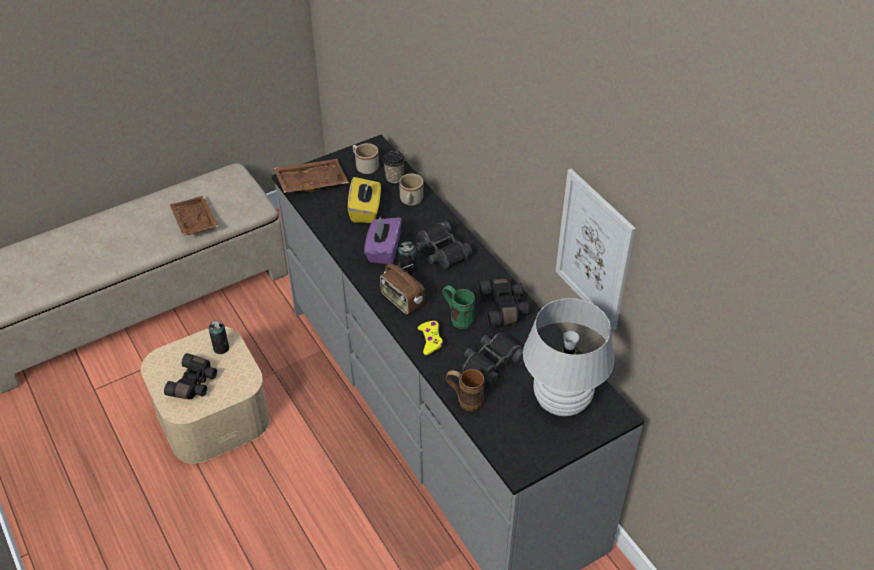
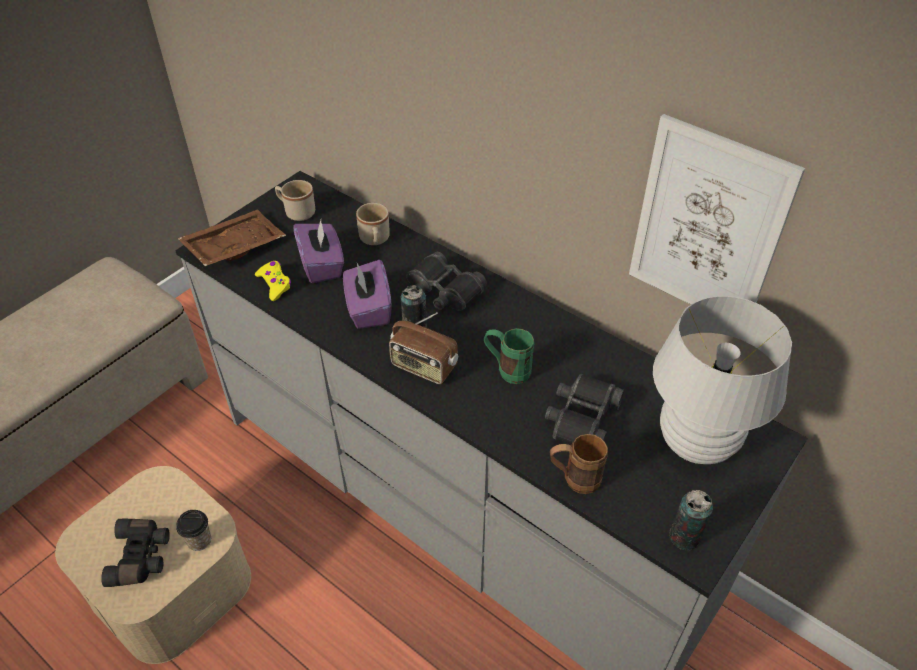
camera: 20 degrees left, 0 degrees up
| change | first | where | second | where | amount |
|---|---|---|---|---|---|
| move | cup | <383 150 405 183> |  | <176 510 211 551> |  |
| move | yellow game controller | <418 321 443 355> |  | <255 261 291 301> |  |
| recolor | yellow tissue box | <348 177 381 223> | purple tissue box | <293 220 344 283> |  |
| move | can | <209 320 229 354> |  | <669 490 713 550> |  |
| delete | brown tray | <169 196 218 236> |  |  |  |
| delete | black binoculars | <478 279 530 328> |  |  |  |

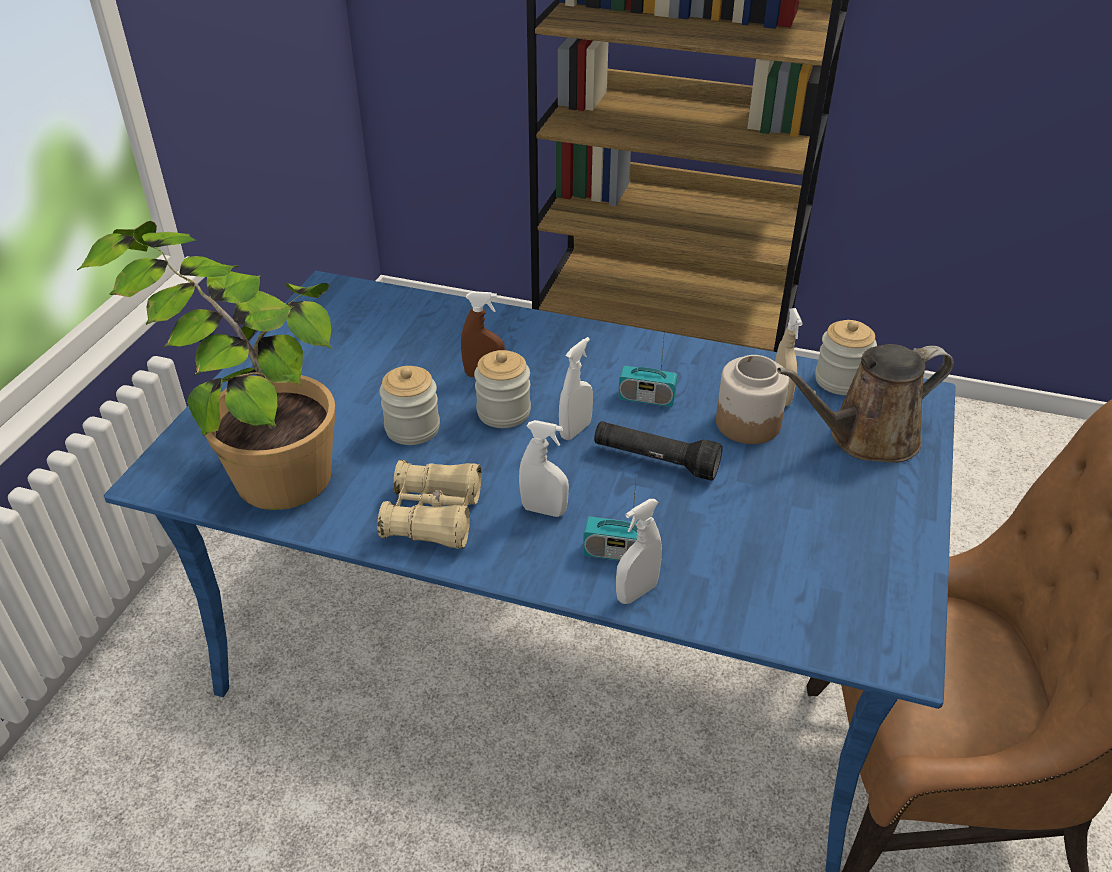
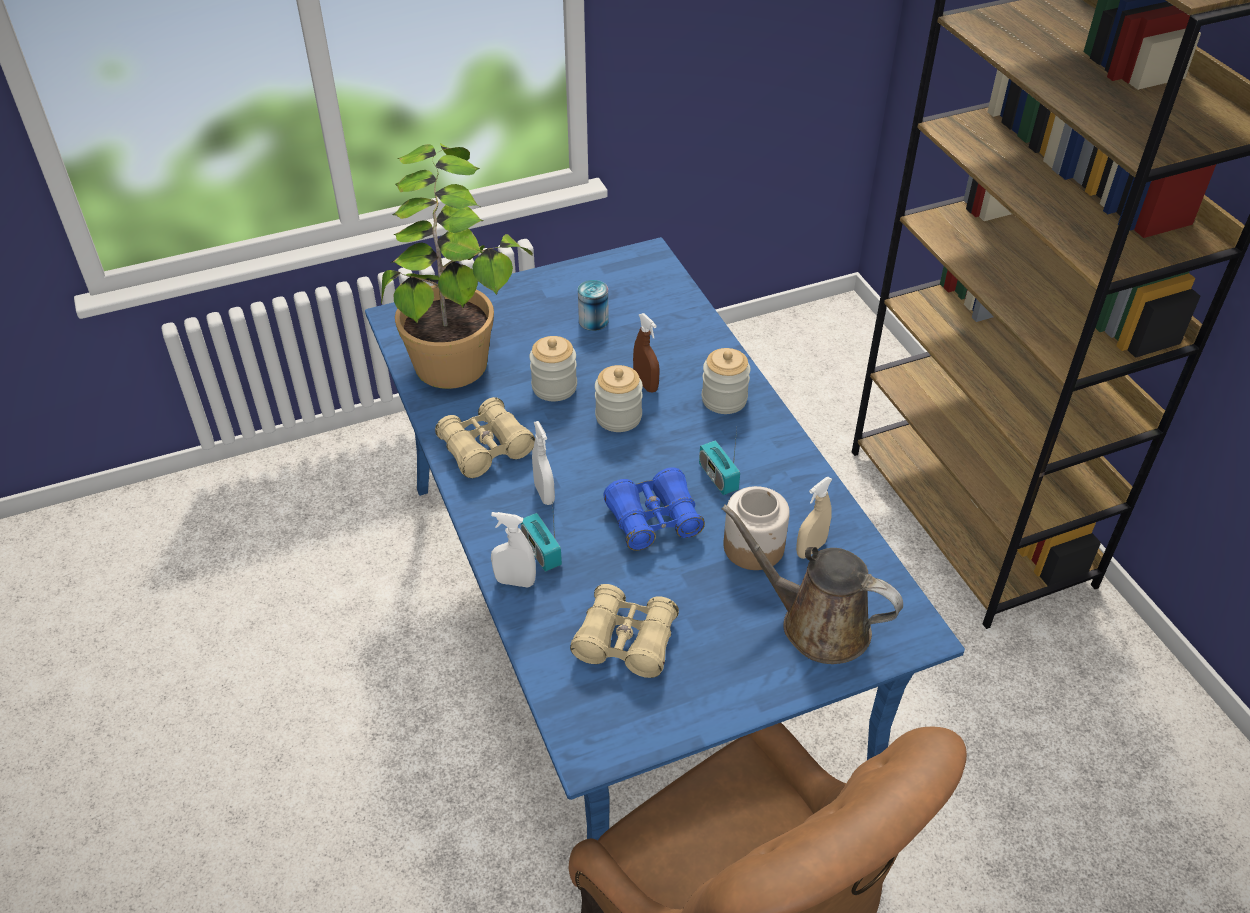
camera: 50 degrees right, 5 degrees up
| change | first | where | second | where | amount |
|---|---|---|---|---|---|
| insert |  |  | beige binoculars | <570 584 679 678> |  |
| insert |  |  | can | <578 280 609 331> |  |
| replace | black flashlight | <594 421 723 481> | blue binoculars | <603 467 705 551> |  |
| move | jar | <815 320 877 395> |  | <702 348 751 414> |  |
| delete | white spray bottle | <559 337 593 440> |  |  |  |

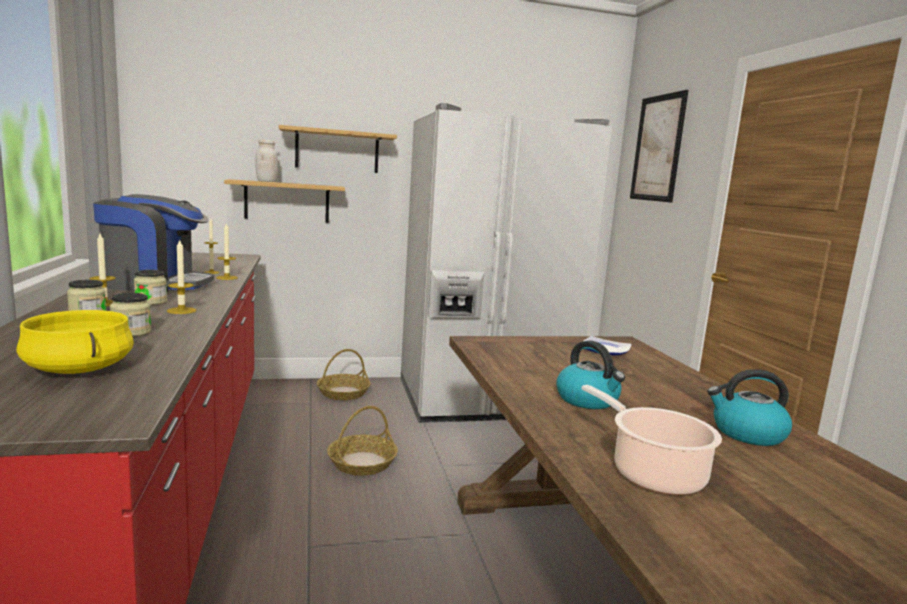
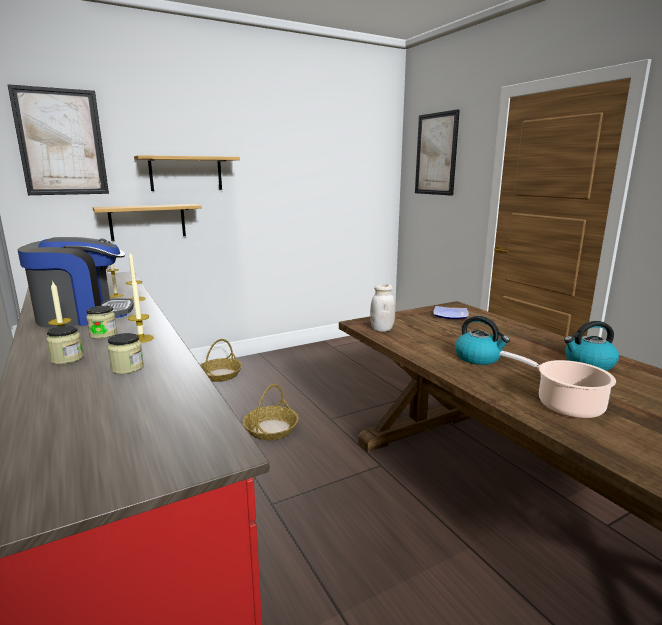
camera: 15 degrees left, 5 degrees up
| change | first | where | second | where | amount |
|---|---|---|---|---|---|
| insert |  |  | picture | <7 84 109 195> |  |
| move | white jar | <255 139 278 182> |  | <370 284 395 332> |  |
| delete | yellow cooking pot | <17 310 134 374> |  |  |  |
| delete | white fridge | <400 103 612 423> |  |  |  |

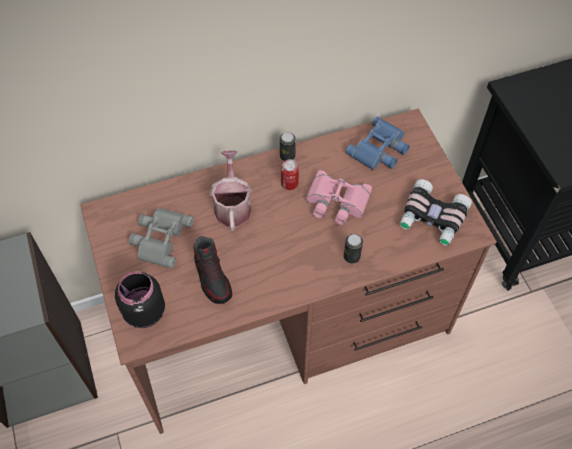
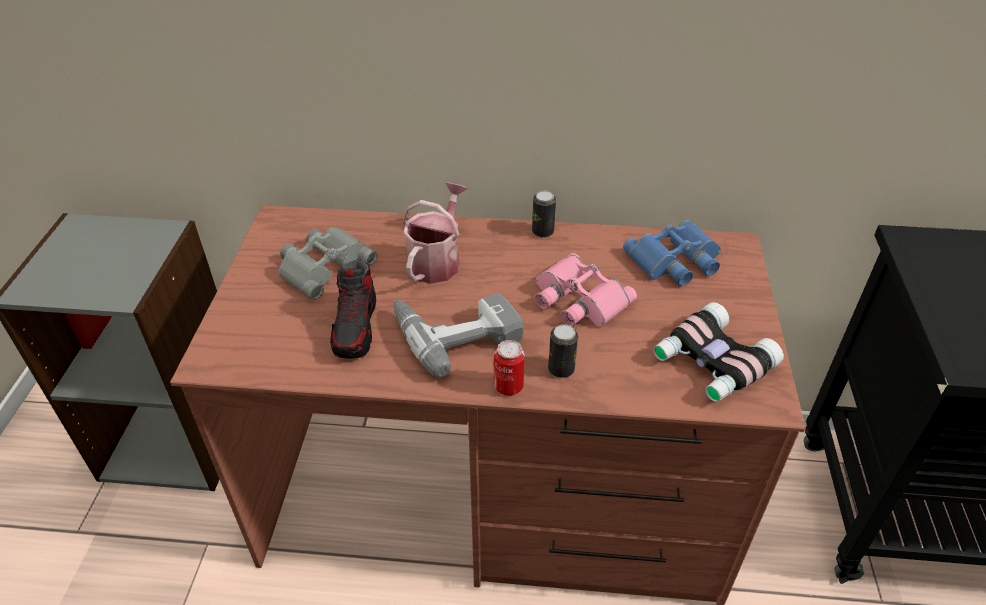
camera: 25 degrees right, 15 degrees down
| change | first | where | second | where | amount |
|---|---|---|---|---|---|
| insert |  |  | power drill | <394 293 524 378> |  |
| move | can | <281 159 299 190> |  | <494 340 525 395> |  |
| delete | black jar | <115 271 165 328> |  |  |  |

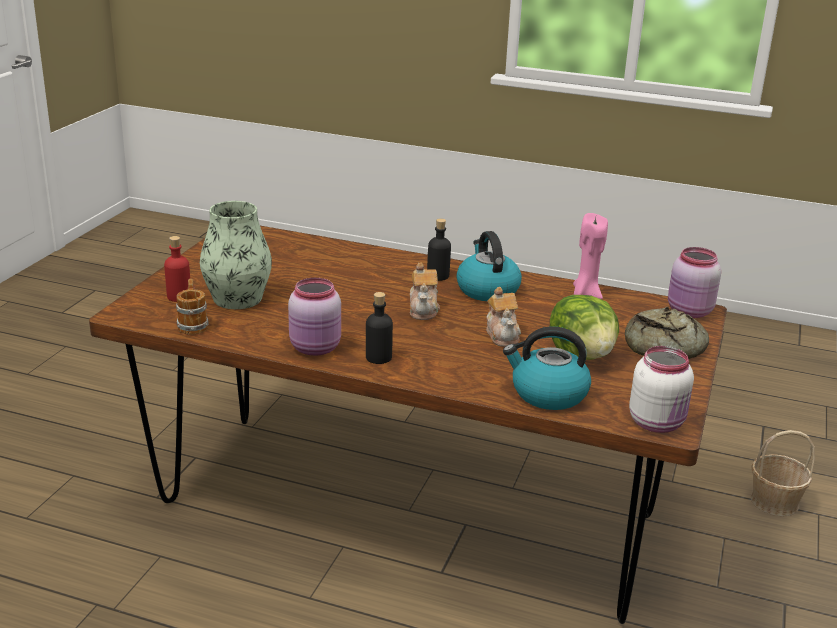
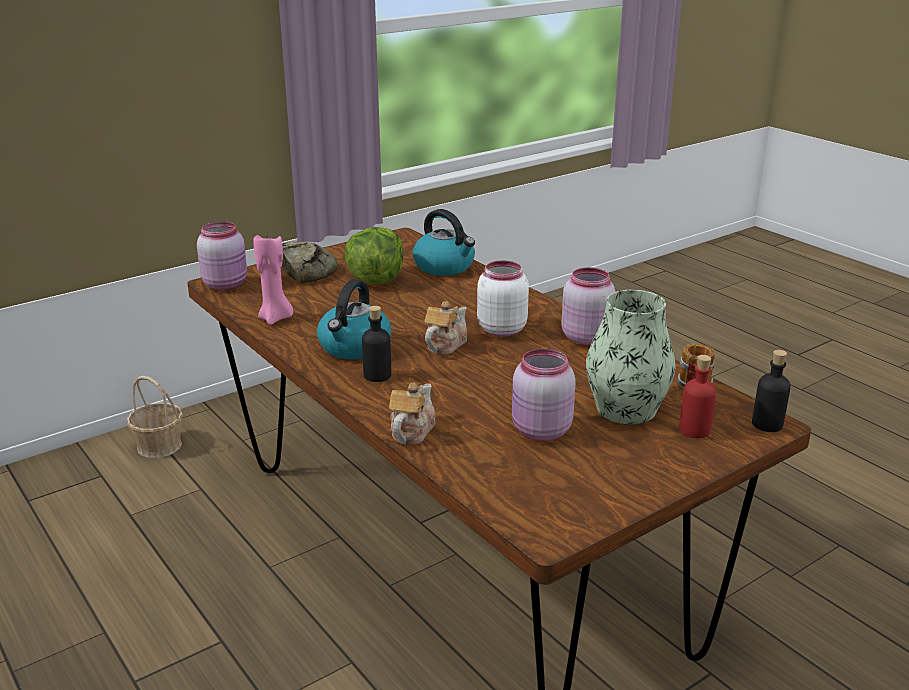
camera: 145 degrees left, 0 degrees up
| change | first | where | second | where | amount |
|---|---|---|---|---|---|
| move | teapot | <486 287 521 347> |  | <389 383 436 445> |  |
| move | white jar | <629 346 694 433> |  | <477 261 529 337> |  |
| insert |  |  | pink jar | <512 349 576 441> |  |
| move | black bottle | <366 292 393 364> |  | <752 350 791 432> |  |

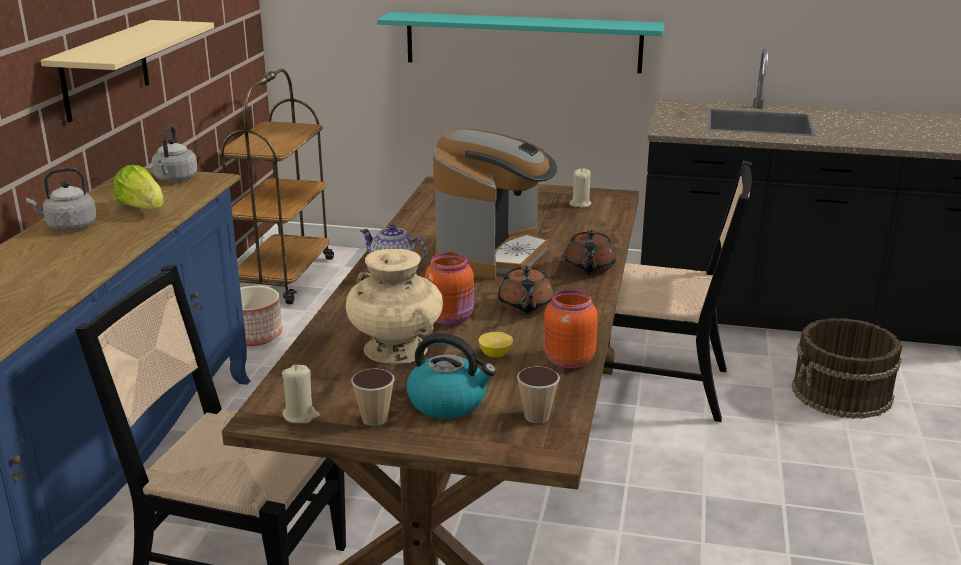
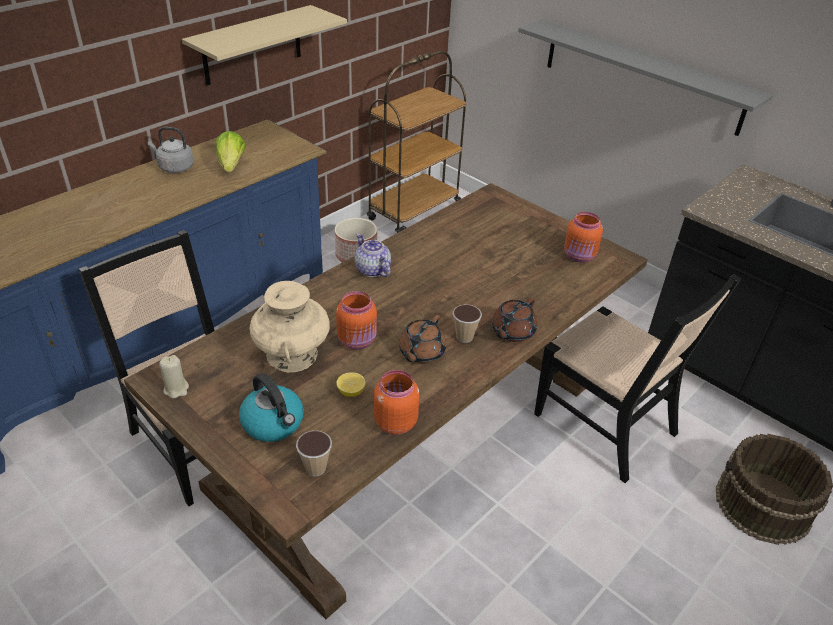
camera: 30 degrees right, 15 degrees up
| change | first | where | second | where | amount |
|---|---|---|---|---|---|
| move | cup | <351 368 394 426> |  | <453 305 482 343> |  |
| recolor | turquoise shelf | <377 12 665 73> | grey shelf | <518 20 773 136> |  |
| replace | beige candle | <570 169 591 208> | orange jar | <564 212 603 262> |  |
| delete | grey kettle | <152 125 198 182> |  |  |  |
| delete | coffee machine | <433 129 557 279> |  |  |  |

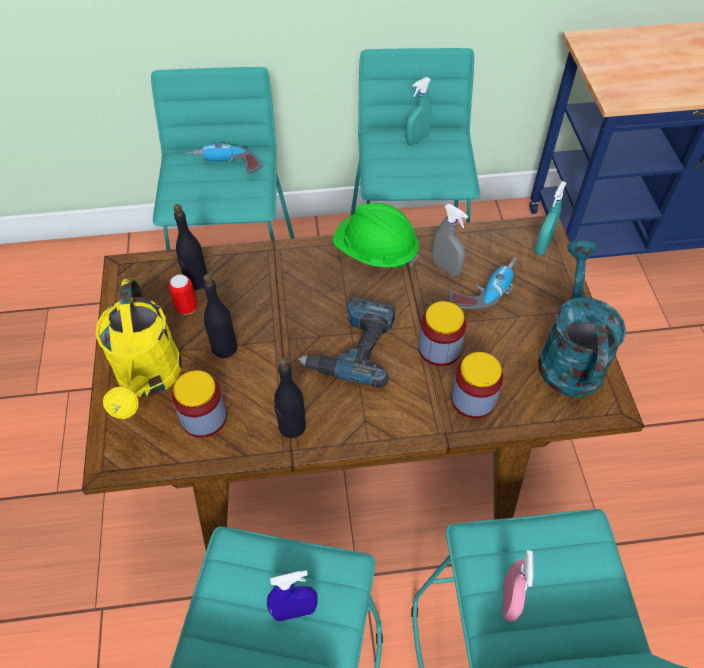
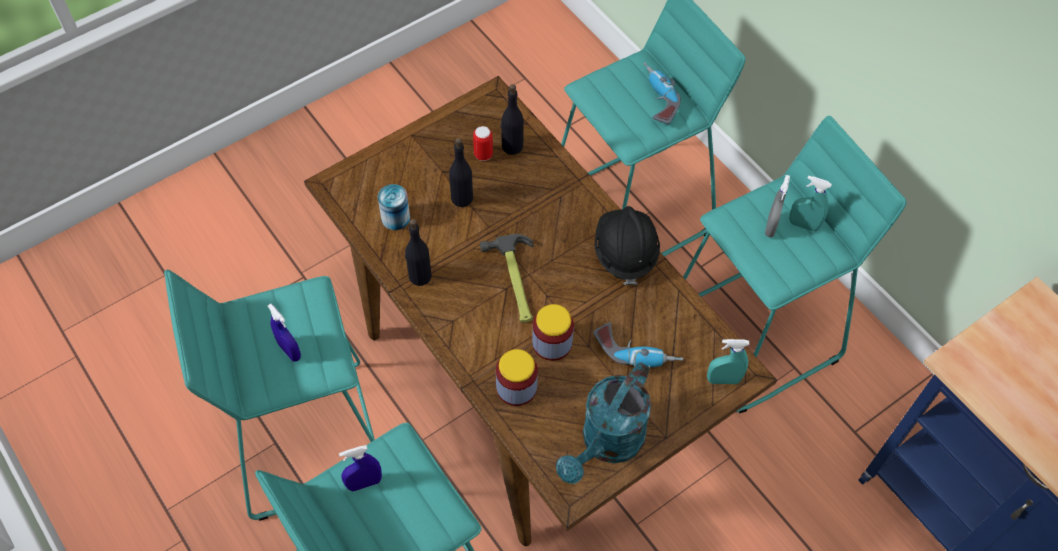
camera: 60 degrees right, 5 degrees up
| change | first | where | second | where | amount |
|---|---|---|---|---|---|
| recolor | pink spray bottle | <502 550 533 622> | blue spray bottle | <339 445 382 491> |  |
| replace | jar | <172 370 227 438> | can | <378 184 410 230> |  |
| replace | power drill | <298 296 395 388> | hammer | <480 234 534 323> |  |
| rotate | turquoise watering can | <538 240 626 397> |  | <556 362 651 484> | 150 degrees clockwise |
| recolor | green hard hat | <333 203 419 268> | black hard hat | <594 206 660 285> |  |
| move | grey spray bottle | <433 204 468 276> |  | <765 175 790 237> |  |
| delete | yellow watering can | <96 278 182 419> |  |  |  |

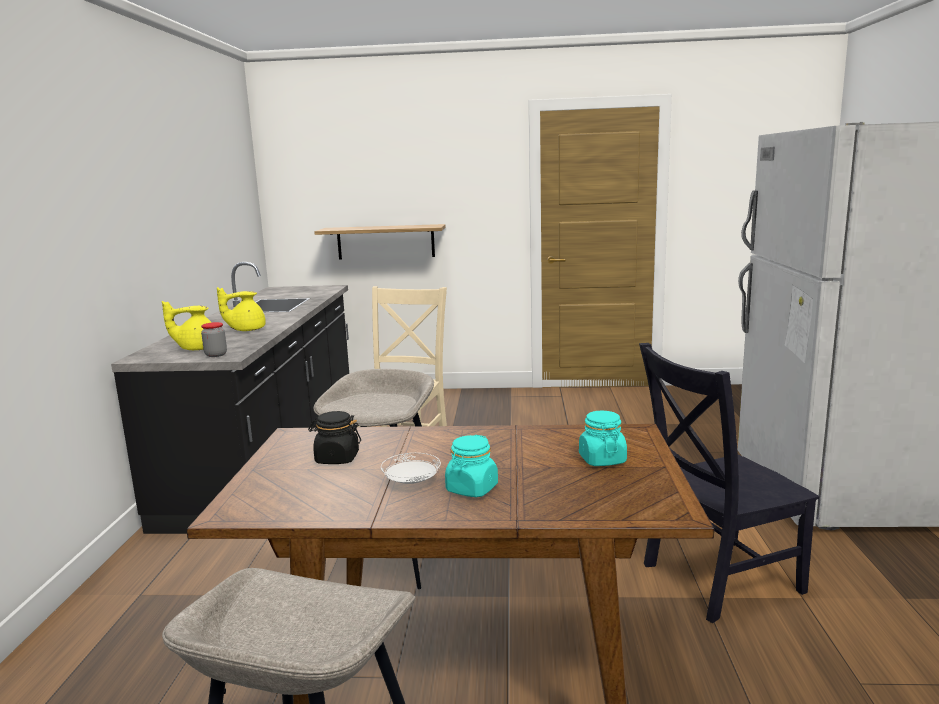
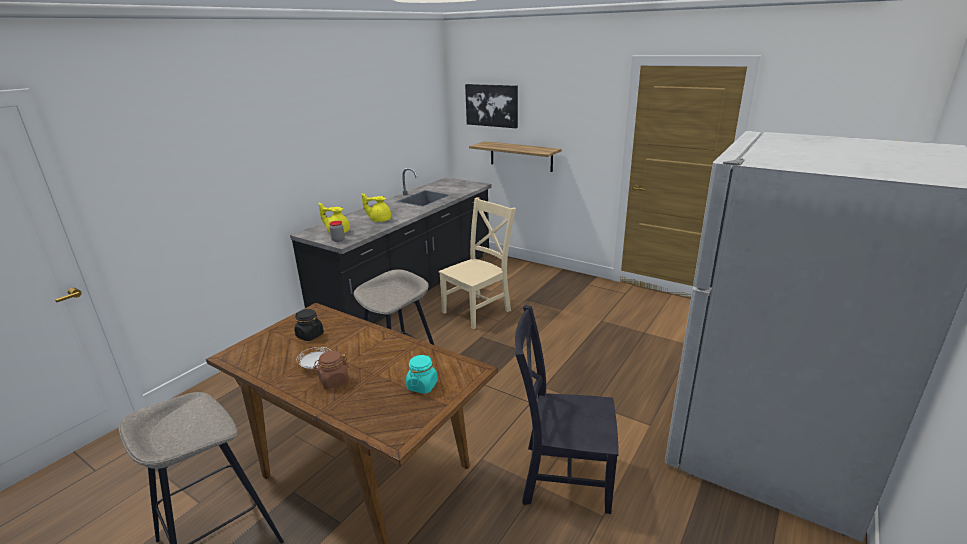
camera: 30 degrees right, 10 degrees up
| change | first | where | second | where | amount |
|---|---|---|---|---|---|
| recolor | turquoise jar | <445 435 498 497> | brown jar | <313 351 349 389> |  |
| insert |  |  | picture | <465 84 518 128> |  |

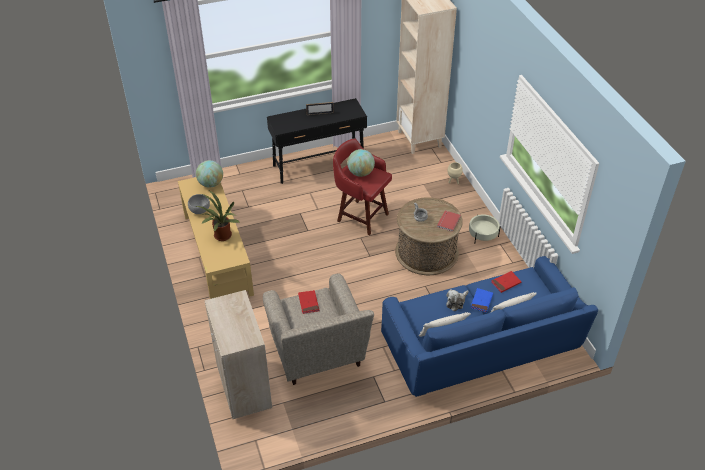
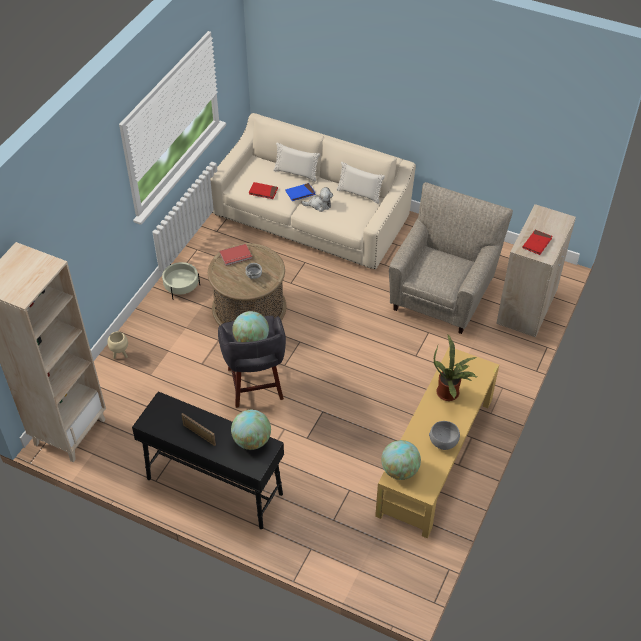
camera: 135 degrees left, 5 degrees up
| change | first | where | second | where | amount |
|---|---|---|---|---|---|
| recolor | blue sofa | <381 256 598 397> | beige sofa | <210 113 416 269> |  |
| recolor | red stool | <333 139 392 236> | grey stool | <218 316 286 408> |  |
| insert |  |  | globe | <231 410 271 450> |  |
| move | red book | <298 290 319 314> |  | <522 230 552 255> |  |

